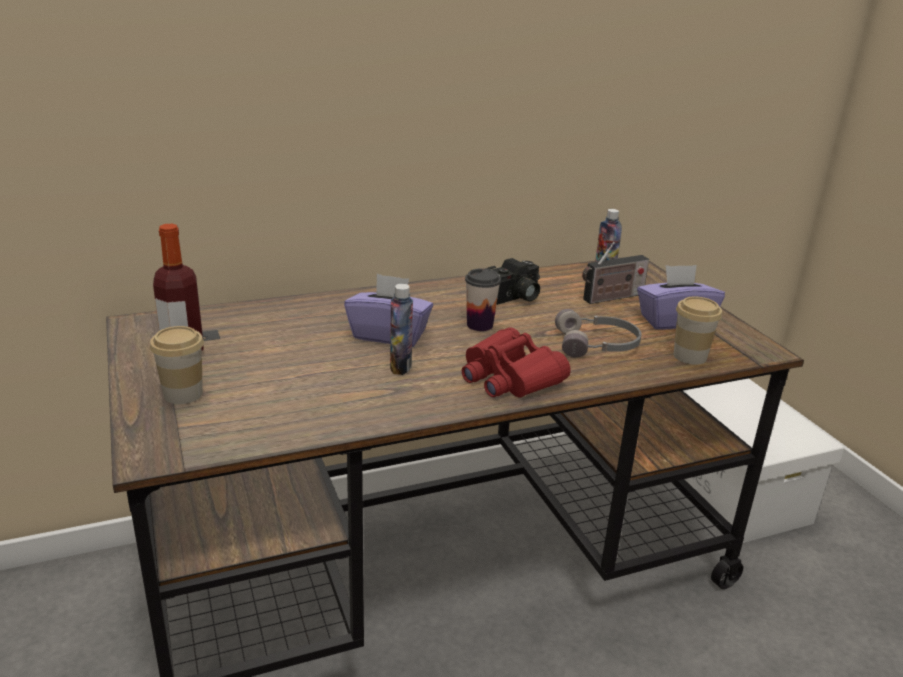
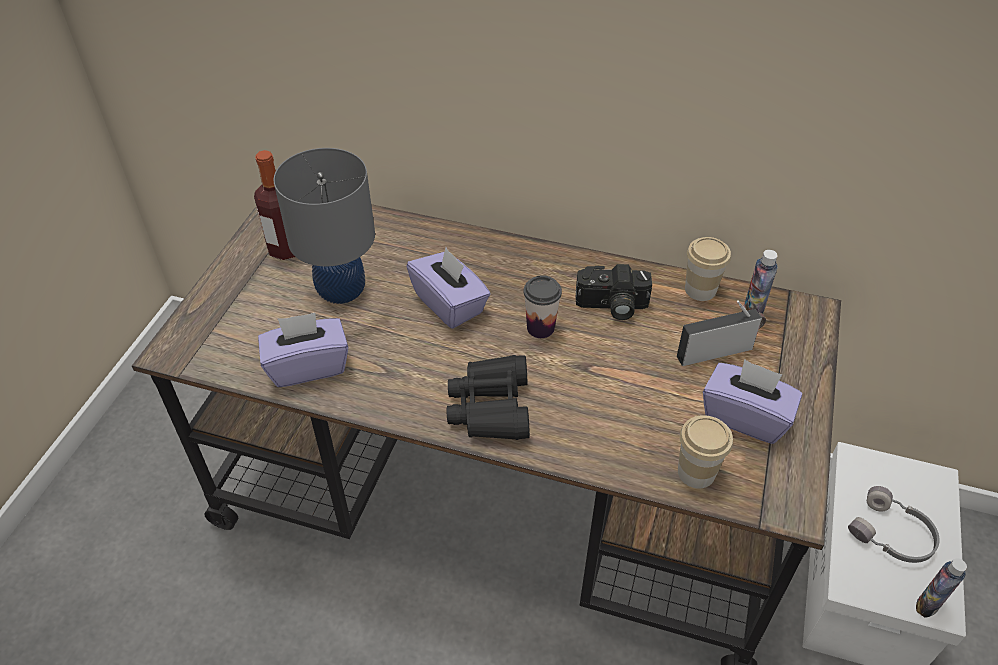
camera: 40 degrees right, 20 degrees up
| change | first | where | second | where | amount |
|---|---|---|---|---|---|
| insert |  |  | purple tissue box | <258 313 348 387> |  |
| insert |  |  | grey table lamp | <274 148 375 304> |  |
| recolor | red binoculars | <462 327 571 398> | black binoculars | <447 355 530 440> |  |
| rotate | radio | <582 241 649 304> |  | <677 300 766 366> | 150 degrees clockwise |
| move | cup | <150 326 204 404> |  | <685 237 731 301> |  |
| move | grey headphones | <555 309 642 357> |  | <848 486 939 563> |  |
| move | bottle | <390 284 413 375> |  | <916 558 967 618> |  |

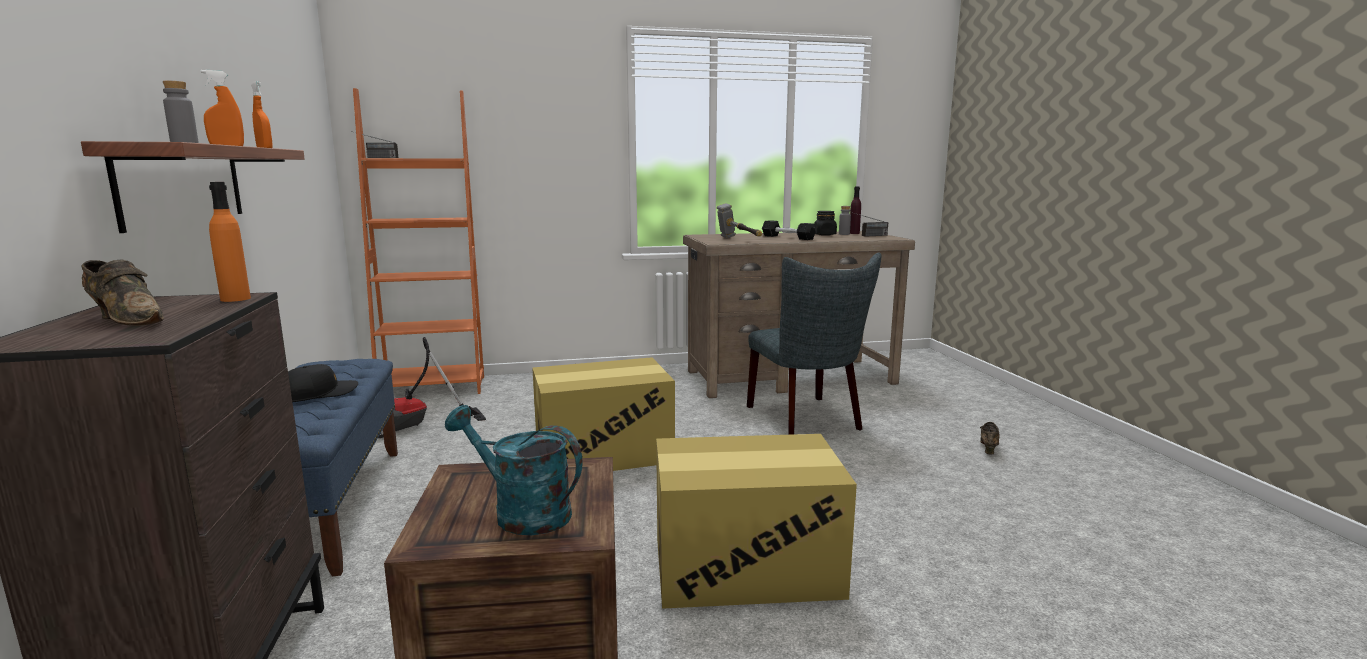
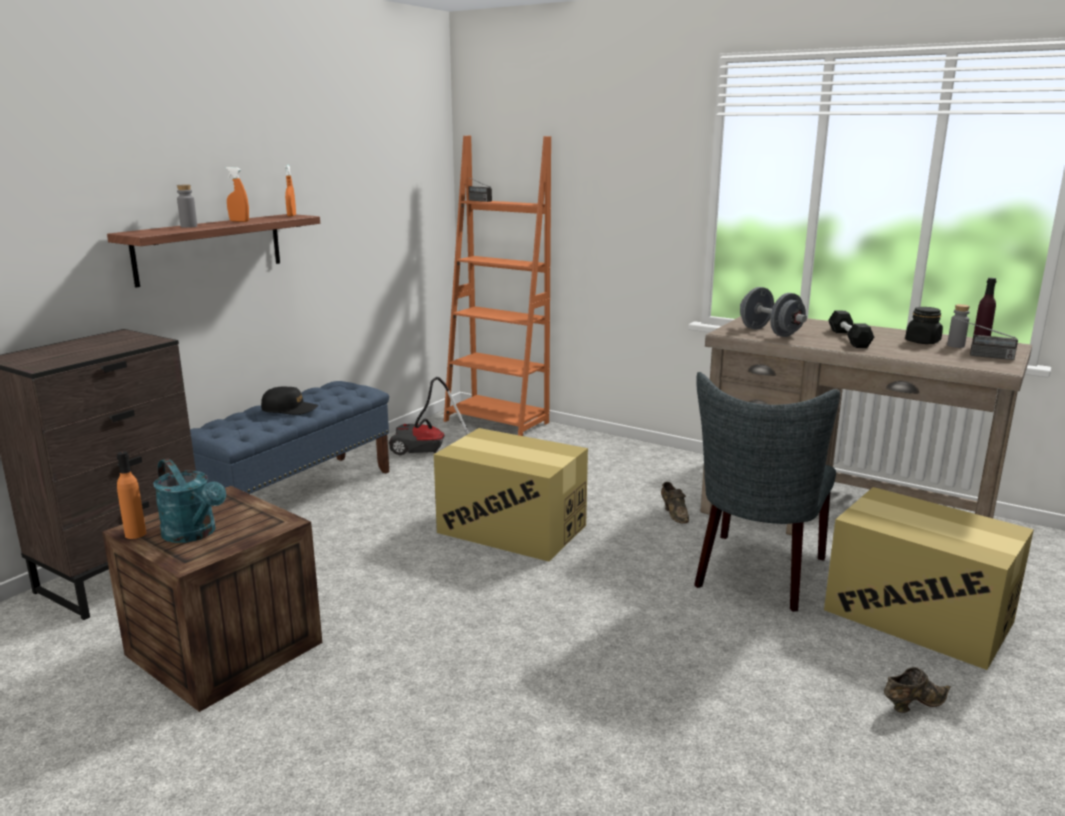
camera: 45 degrees right, 5 degrees up
| change | first | where | second | where | amount |
|---|---|---|---|---|---|
| move | orange bottle | <209 182 251 302> |  | <117 451 146 539> |  |
| rotate | turquoise watering can | <445 405 583 535> |  | <153 458 226 543> | 150 degrees clockwise |
| move | brown shoe | <81 259 164 326> |  | <661 482 689 524> |  |
| replace | hammer | <717 203 762 238> | grey dumbbell | <740 287 807 337> |  |
| move | cardboard box | <656 434 857 609> |  | <824 487 1034 670> |  |

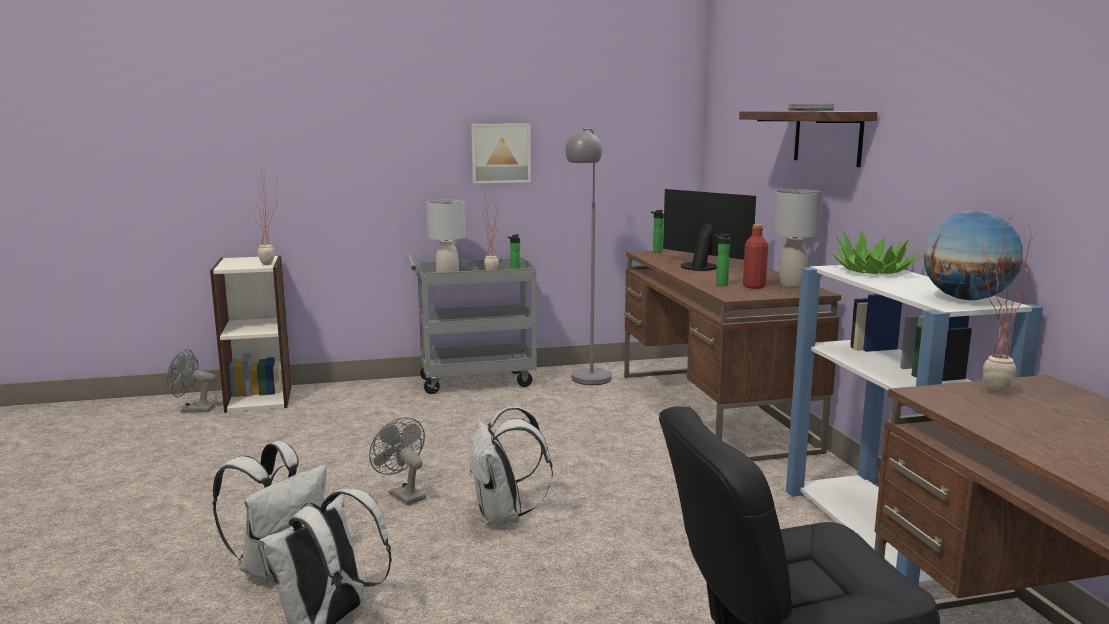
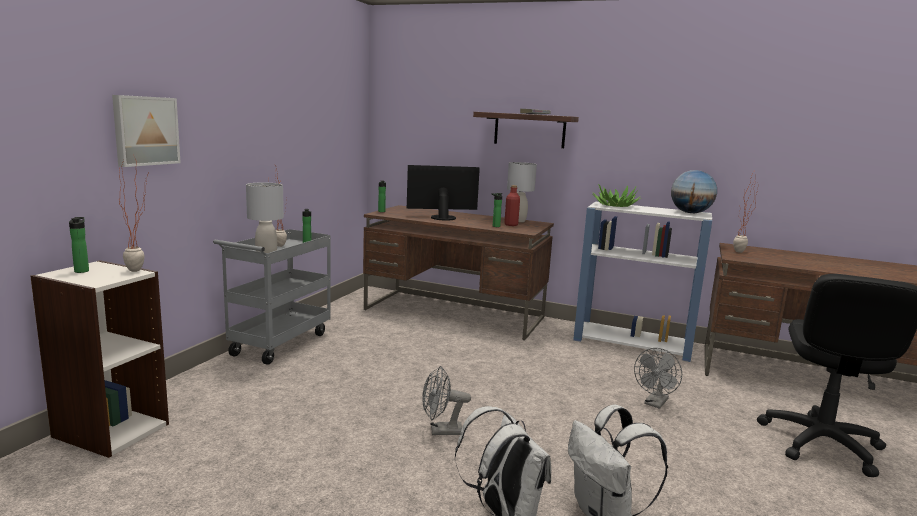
camera: 55 degrees left, 0 degrees up
| change | first | where | second | where | amount |
|---|---|---|---|---|---|
| insert |  |  | bottle | <69 217 89 273> |  |
| move | picture | <471 124 531 183> |  | <112 95 181 167> |  |
| move | grey fan | <167 349 216 412> |  | <634 348 682 409> |  |
| delete | white backpack | <469 406 553 525> |  |  |  |
| delete | grey floor lamp | <565 128 612 385> |  |  |  |

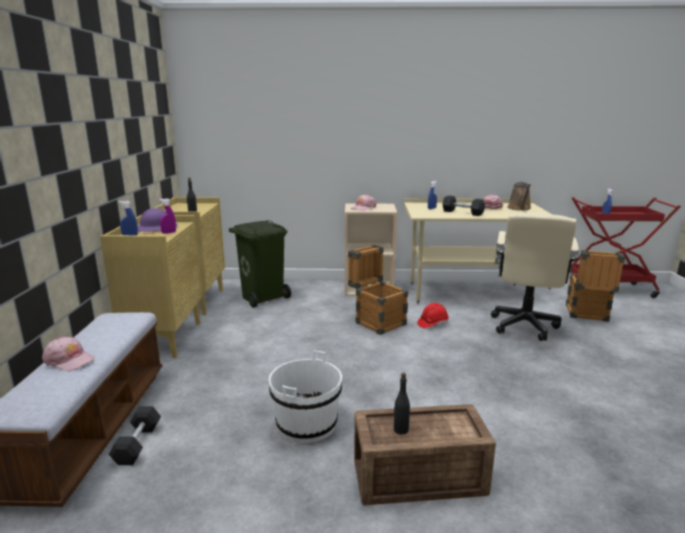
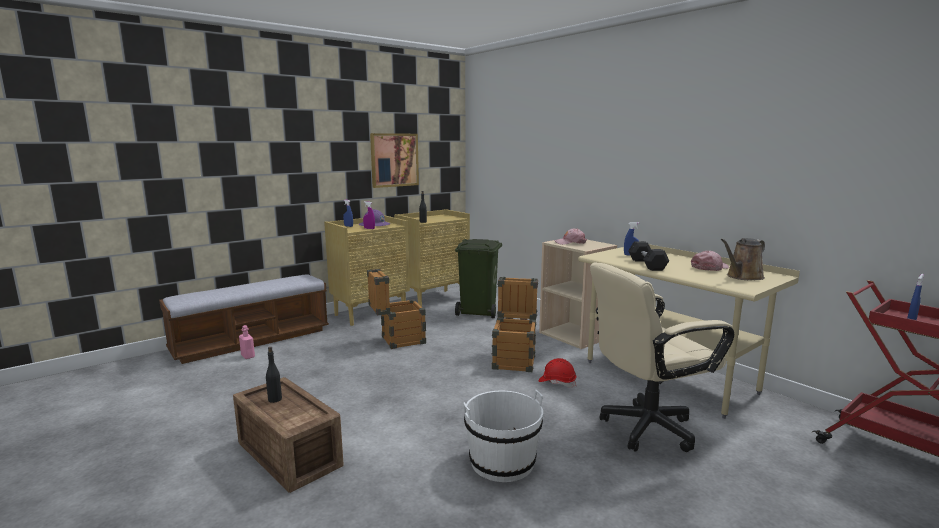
camera: 50 degrees right, 5 degrees down
| change | first | where | second | where | amount |
|---|---|---|---|---|---|
| replace | black dumbbell | <109 406 161 465> | pink bottle | <239 325 255 359> |  |
| move | crate | <566 250 625 322> |  | <367 269 426 349> |  |
| insert |  |  | picture | <370 133 419 188> |  |
| move | white bucket | <269 350 342 443> |  | <463 389 543 482> |  |
| delete | pink cap | <42 337 95 371> |  |  |  |

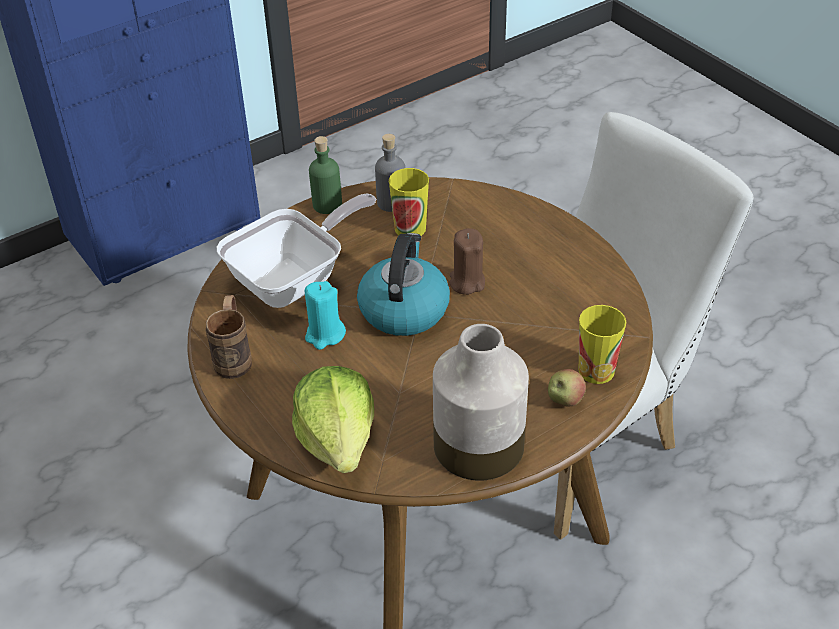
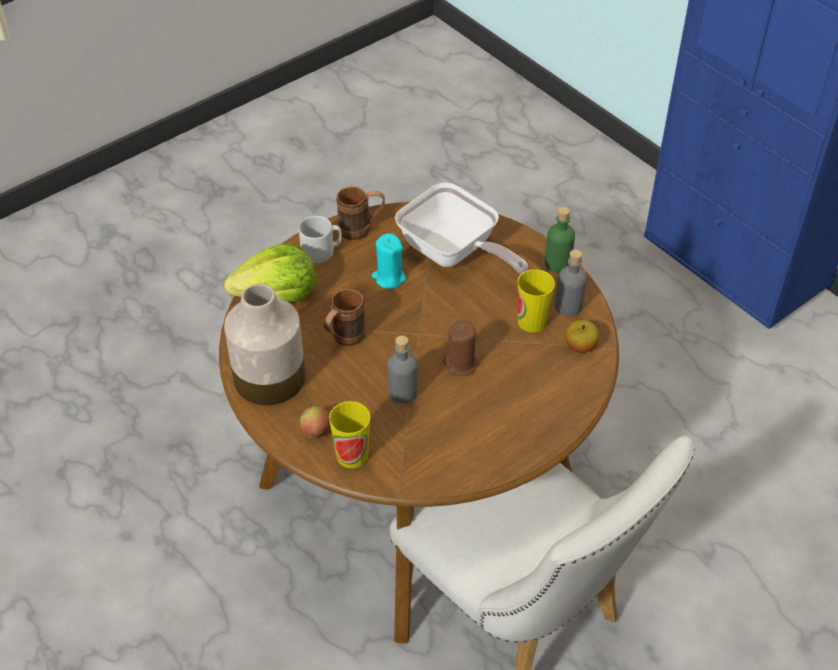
camera: 85 degrees right, 5 degrees up
| change | first | where | second | where | amount |
|---|---|---|---|---|---|
| insert |  |  | grey mug | <299 216 342 263> |  |
| insert |  |  | brown mug | <324 289 366 346> |  |
| insert |  |  | grey bottle | <387 335 418 404> |  |
| insert |  |  | apple | <565 320 599 353> |  |
| delete | kettle | <357 233 450 336> |  |  |  |

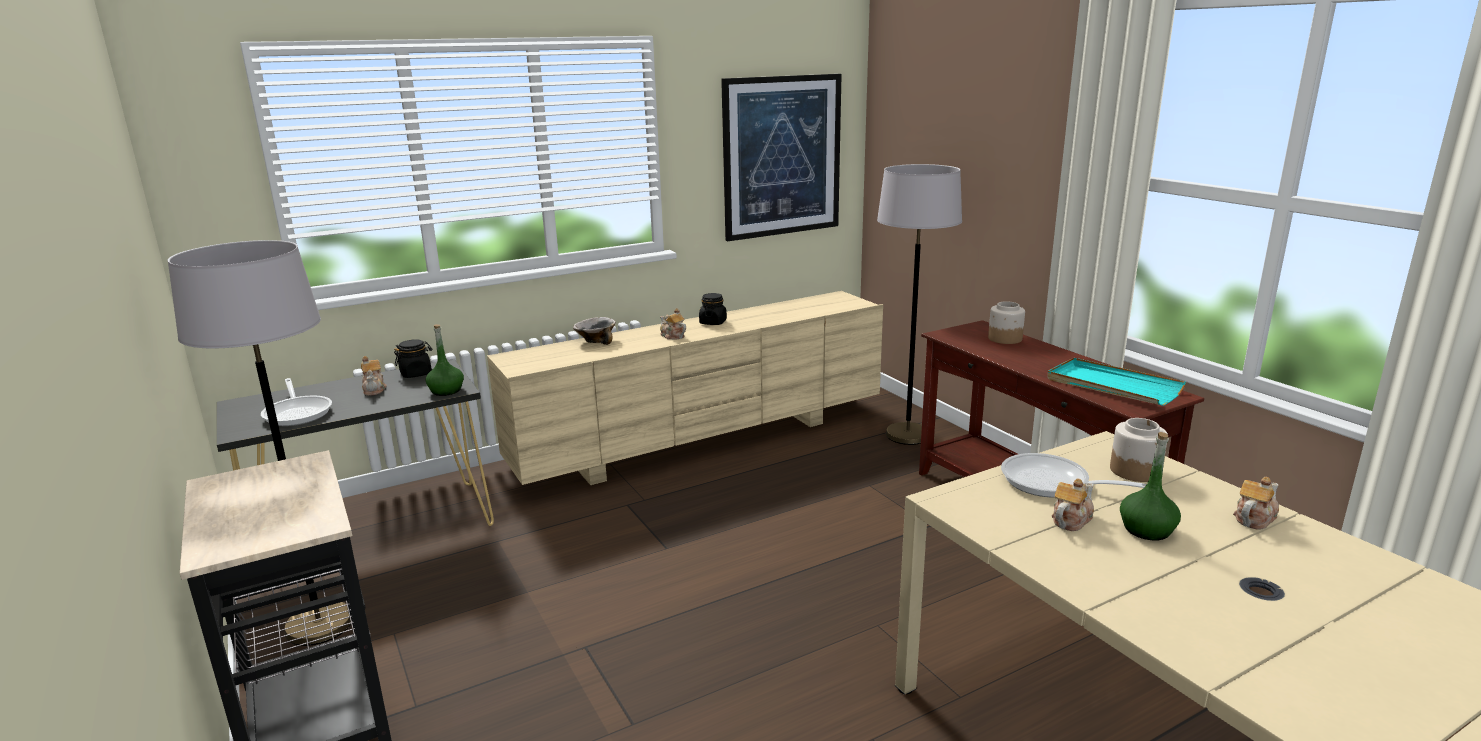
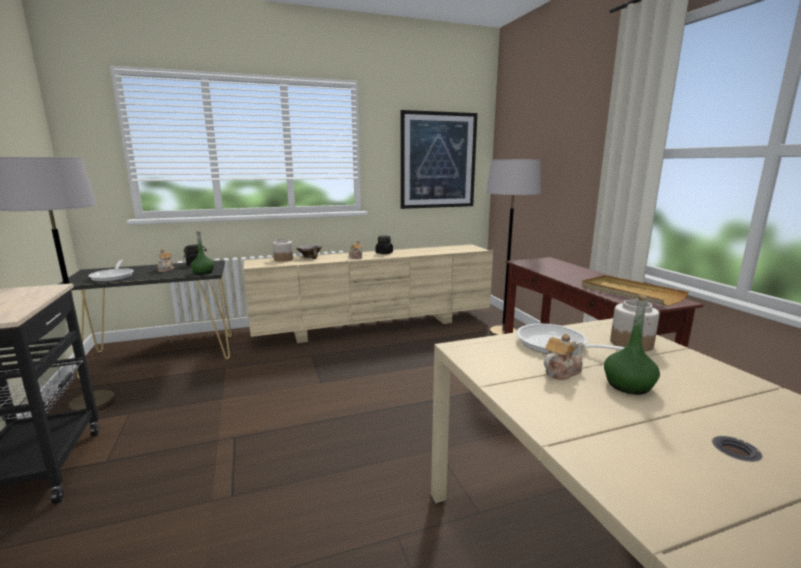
camera: 10 degrees right, 5 degrees down
| change | first | where | second | where | amount |
|---|---|---|---|---|---|
| move | jar | <988 301 1025 344> |  | <273 239 293 262> |  |
| recolor | turquoise tray | <1047 358 1186 406> | beige tray | <582 275 688 306> |  |
| delete | teapot | <1233 477 1279 530> |  |  |  |

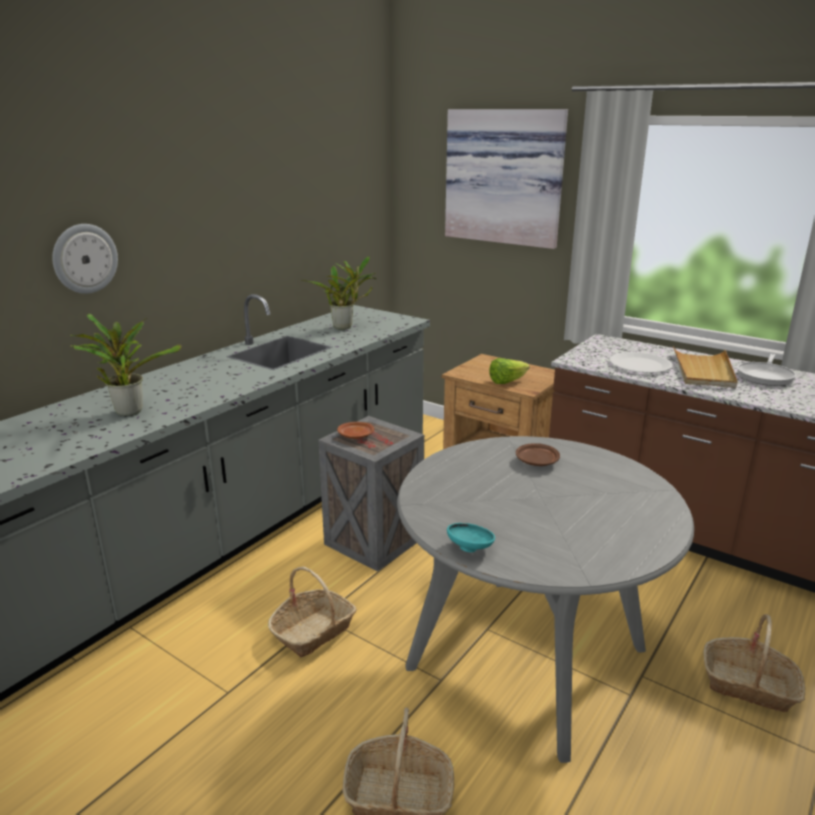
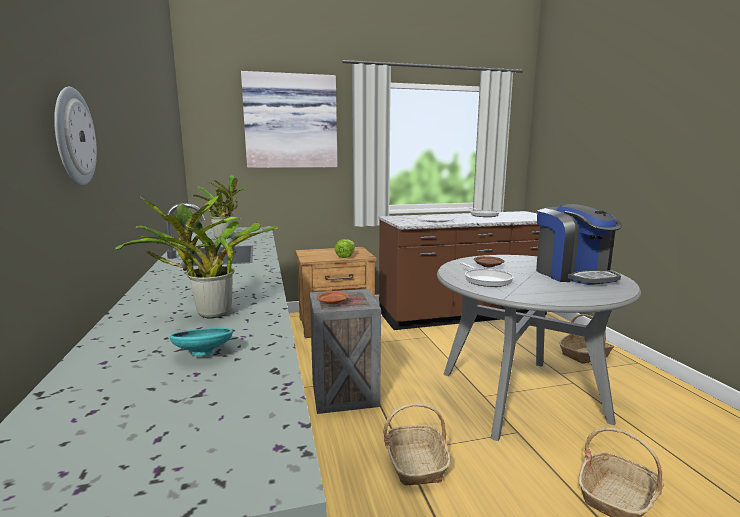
camera: 50 degrees left, 10 degrees down
| change | first | where | second | where | amount |
|---|---|---|---|---|---|
| move | turquoise bowl | <447 523 495 552> |  | <170 328 233 356> |  |
| insert |  |  | frying pan | <460 262 513 287> |  |
| insert |  |  | coffee machine | <536 204 623 285> |  |
| delete | beige tray | <673 346 738 388> |  |  |  |

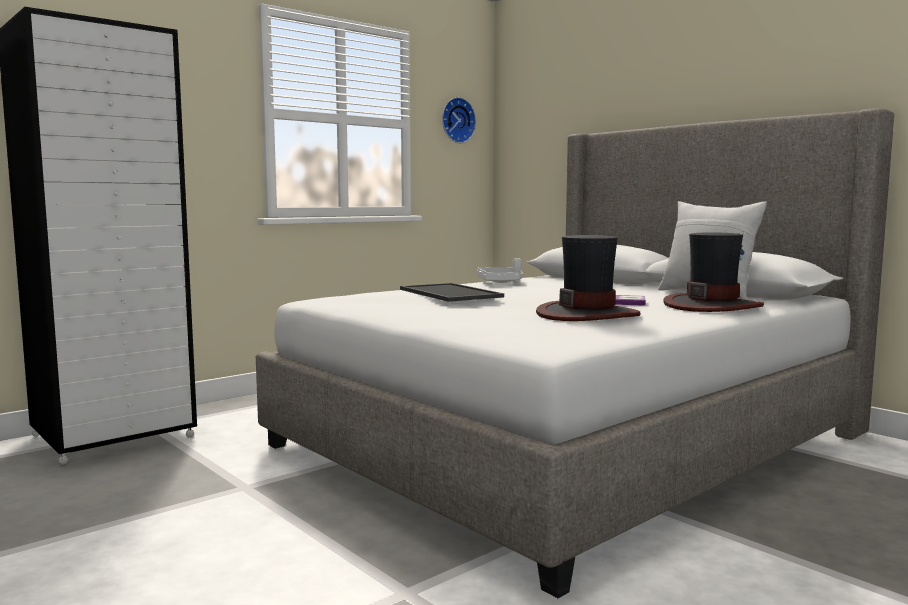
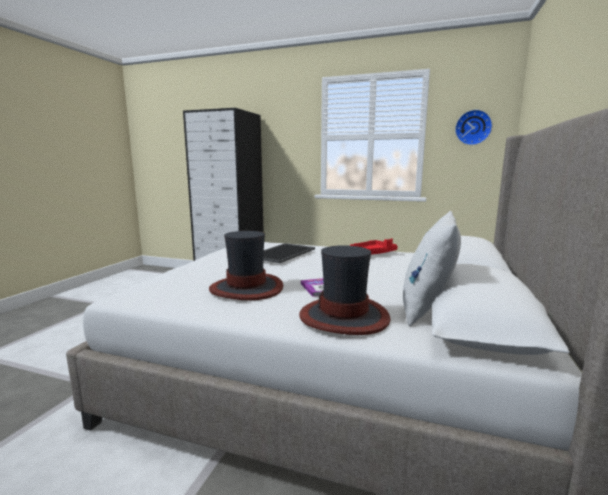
camera: 60 degrees right, 5 degrees up
| change | first | where | second | where | amount |
|---|---|---|---|---|---|
| recolor | grey tray | <477 258 523 283> | red tray | <350 238 398 254> |  |

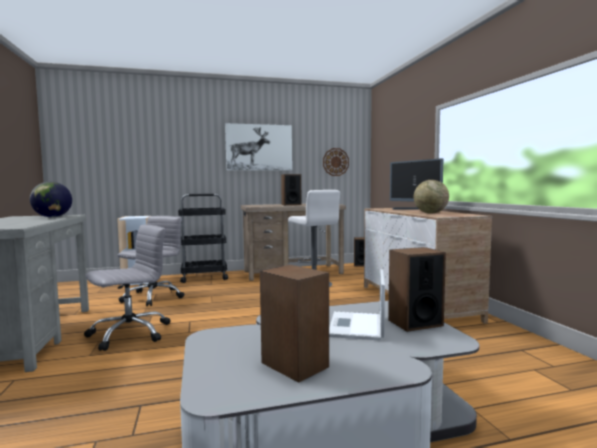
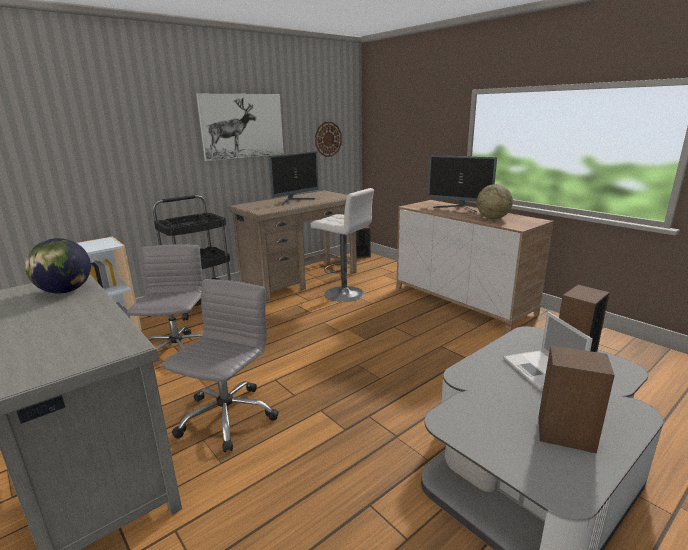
camera: 25 degrees left, 15 degrees up
| change | first | where | second | where | amount |
|---|---|---|---|---|---|
| replace | speaker | <281 174 302 205> | monitor | <269 151 319 205> |  |

